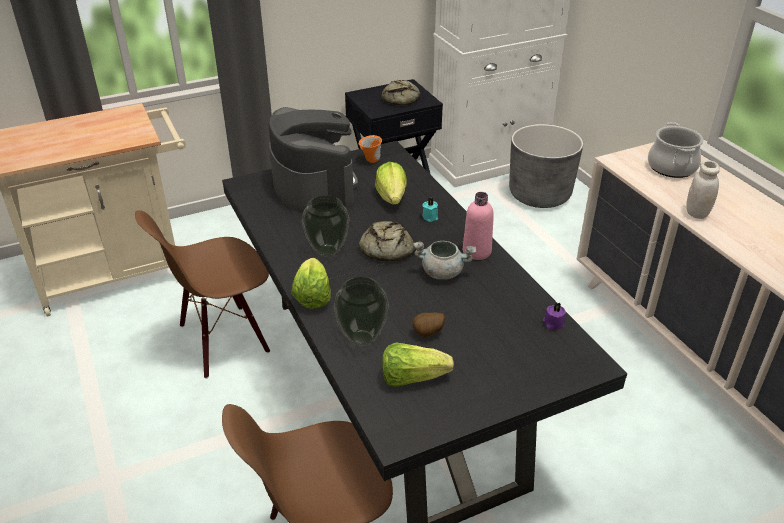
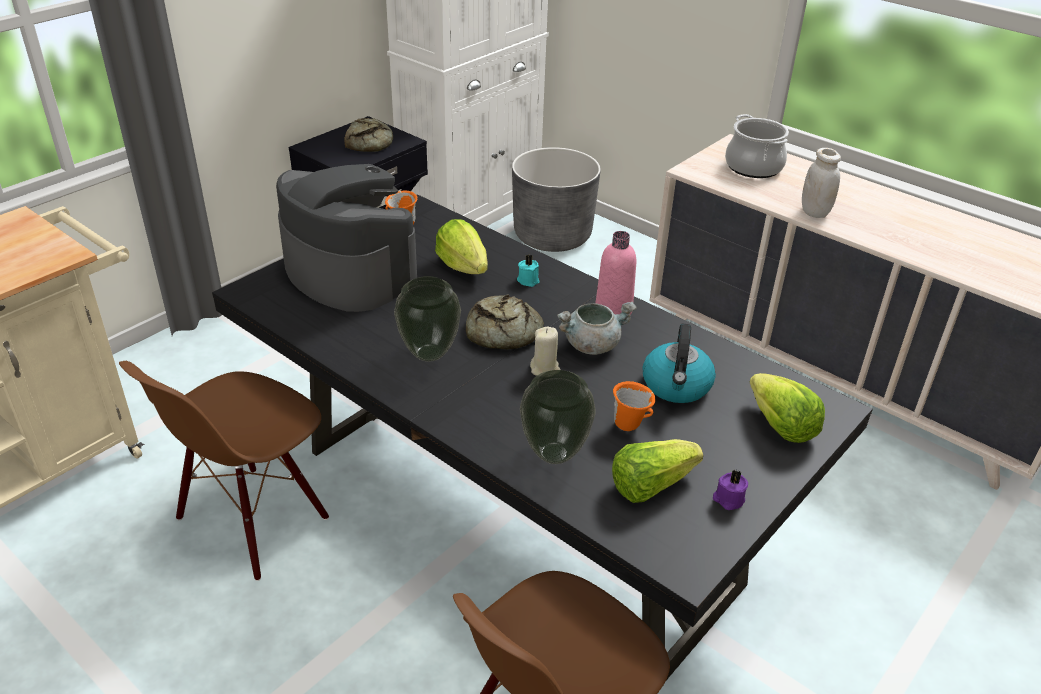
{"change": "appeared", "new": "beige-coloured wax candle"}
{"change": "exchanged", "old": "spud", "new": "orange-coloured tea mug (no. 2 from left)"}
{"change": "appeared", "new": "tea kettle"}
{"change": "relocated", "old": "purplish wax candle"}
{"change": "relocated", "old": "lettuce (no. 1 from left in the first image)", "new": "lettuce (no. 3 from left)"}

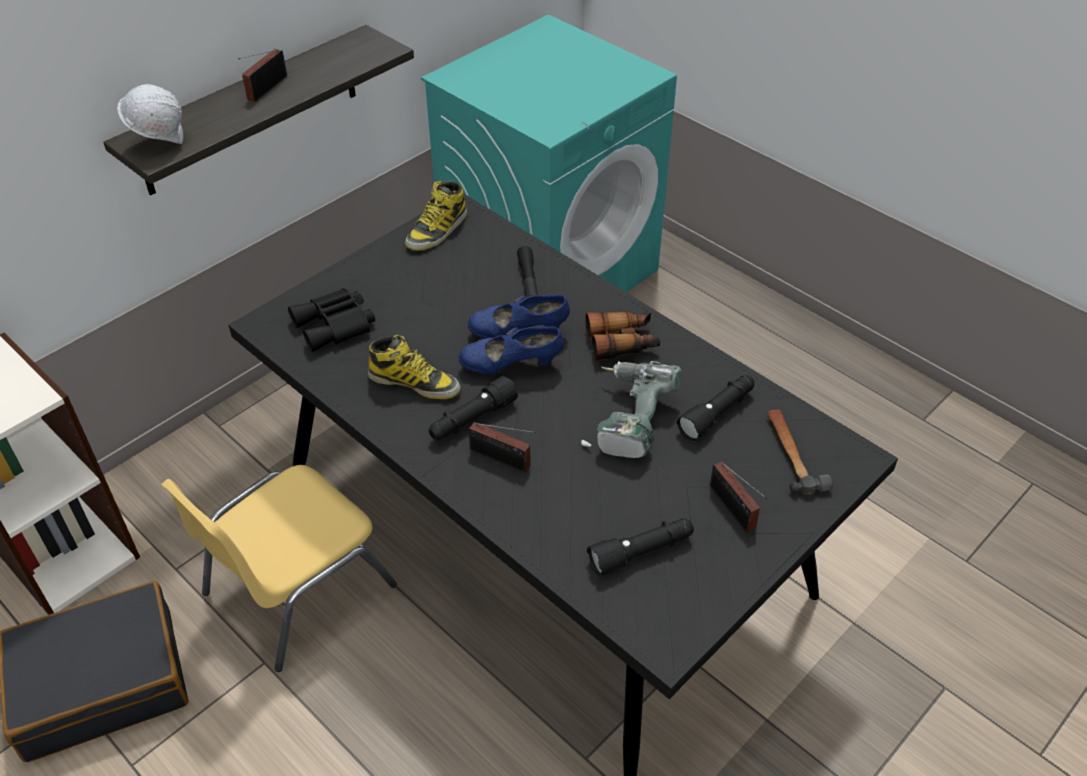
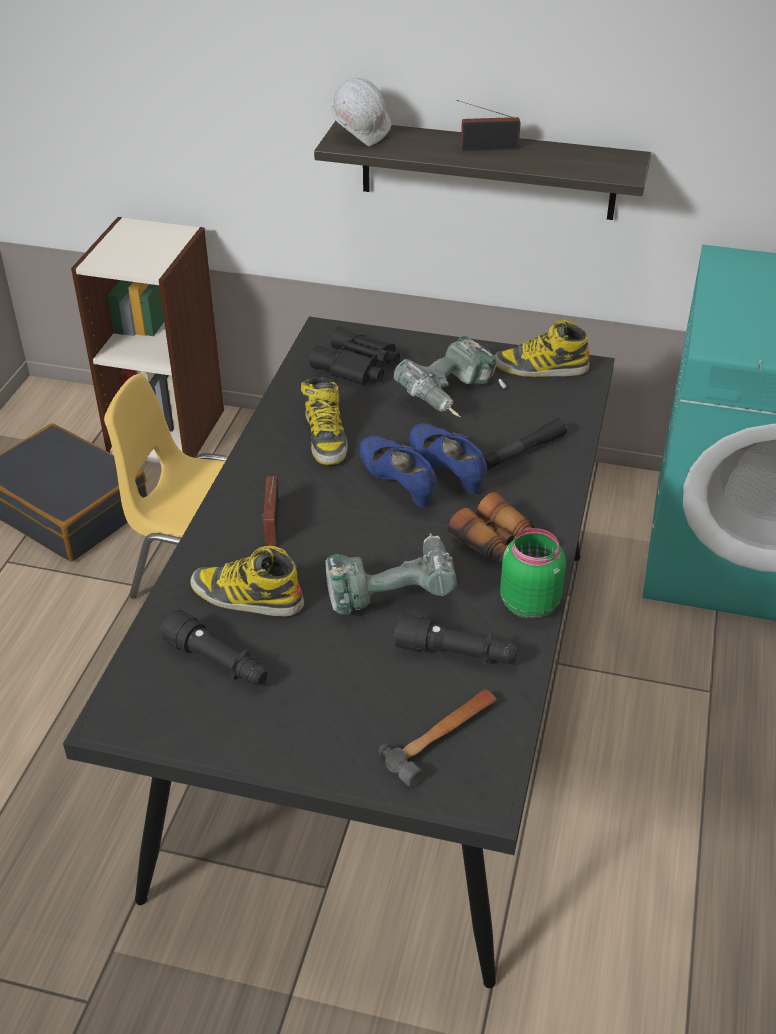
{"change": "appeared", "new": "tall boot (no. 1 from left)"}
{"change": "appeared", "new": "drill (no. 2 from left)"}
{"change": "appeared", "new": "green jar"}
{"change": "missing", "old": "blackish torch (no. 1 from left)"}
{"change": "missing", "old": "radio (no. 3 from left)"}

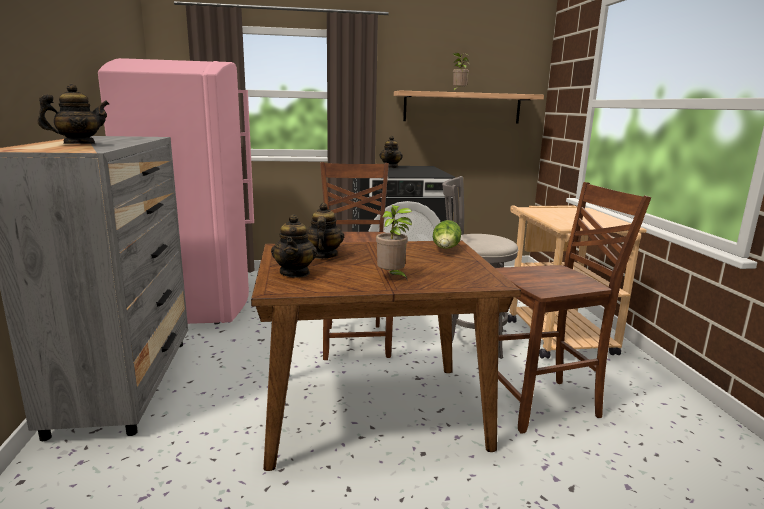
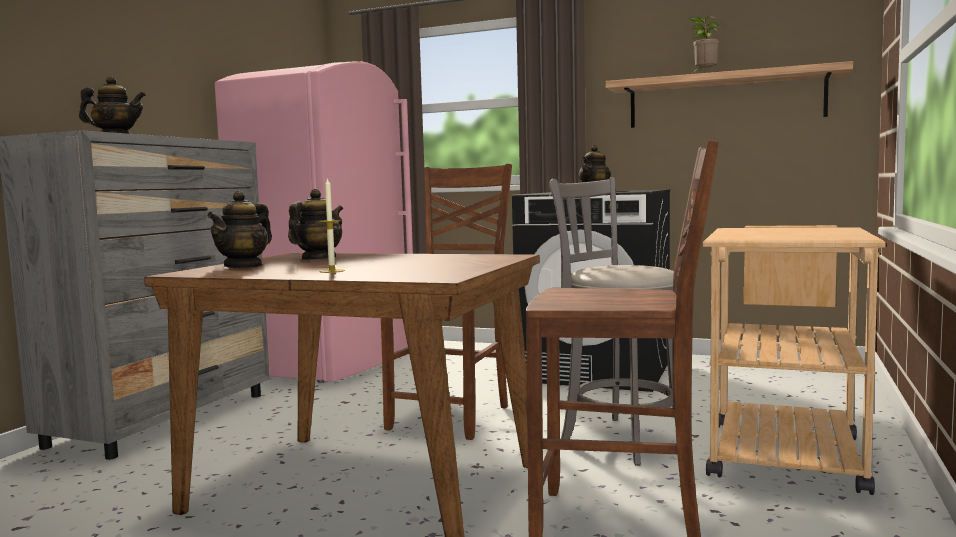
{"change": "exchanged", "old": "houseplant (no. 1 from left)", "new": "wax candle"}
{"change": "missing", "old": "lettuce"}

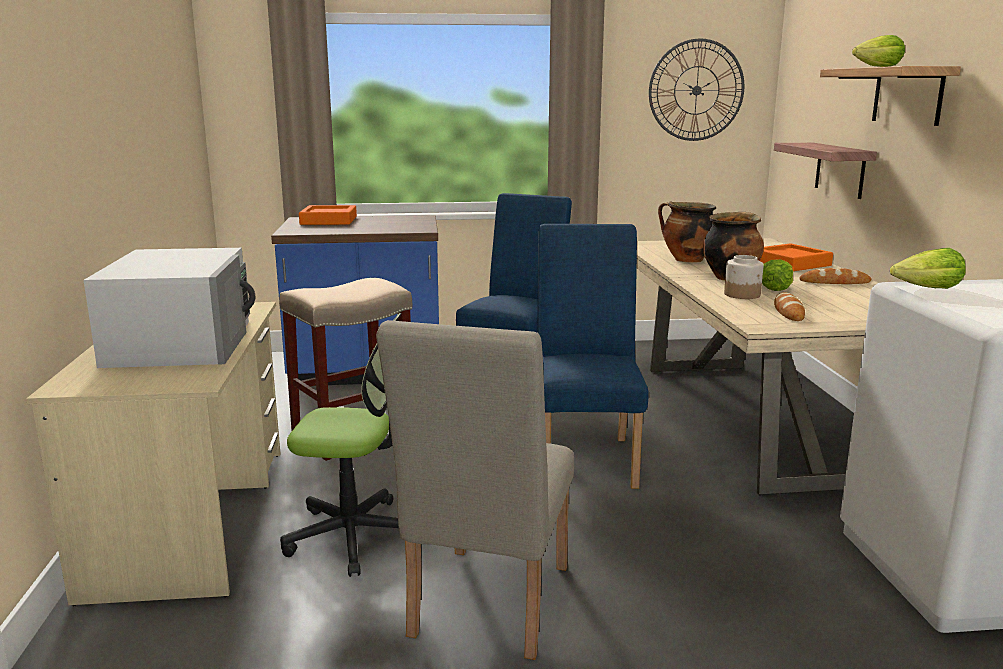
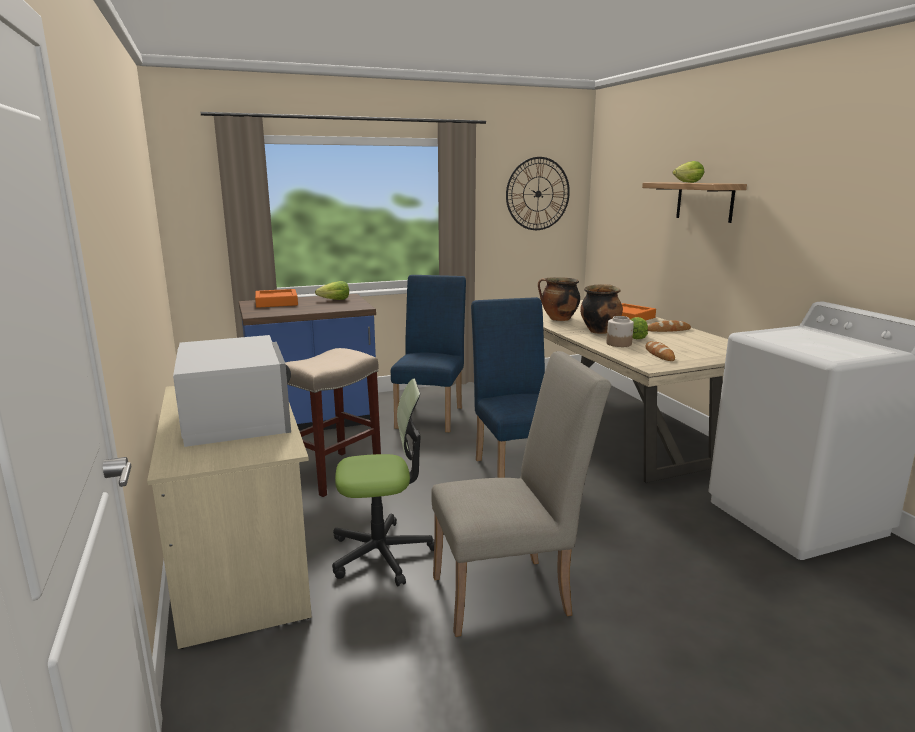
{"change": "relocated", "old": "lettuce (no. 3 from left in the first image)", "new": "lettuce (no. 1 from left)"}
{"change": "spun", "old": "beige-coloured upright chair", "degrees": -105}
{"change": "missing", "old": "shelf (no. 1 from left)"}

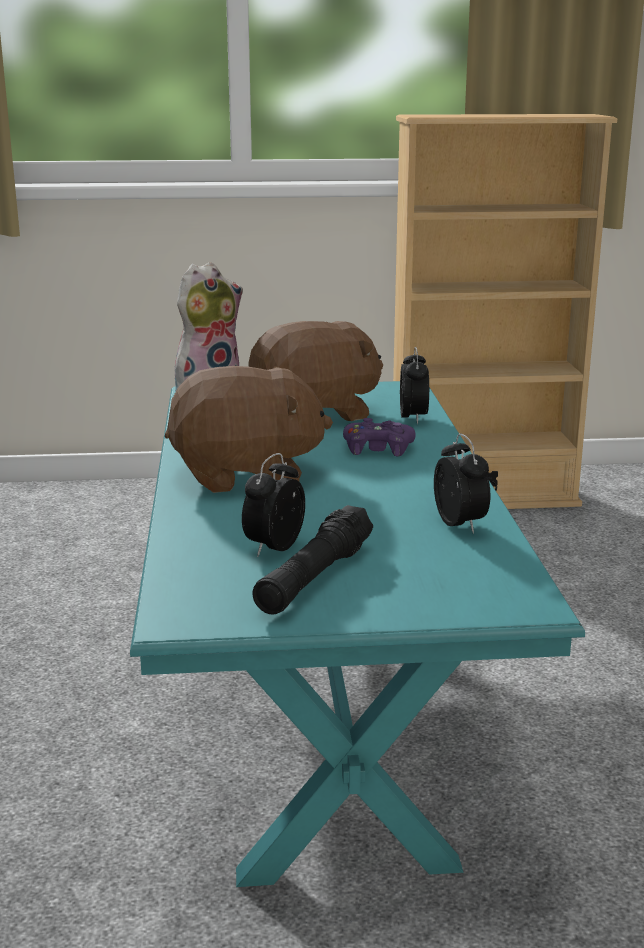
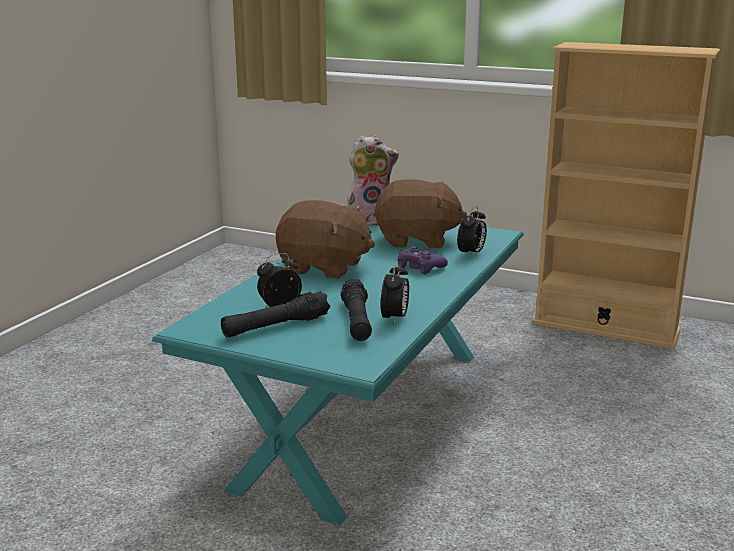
{"change": "appeared", "new": "blackish torch (no. 2 from left)"}

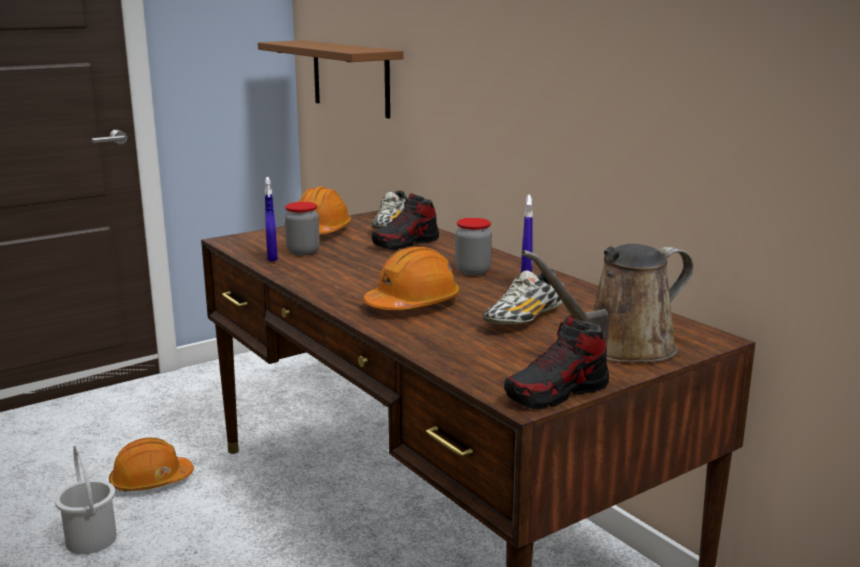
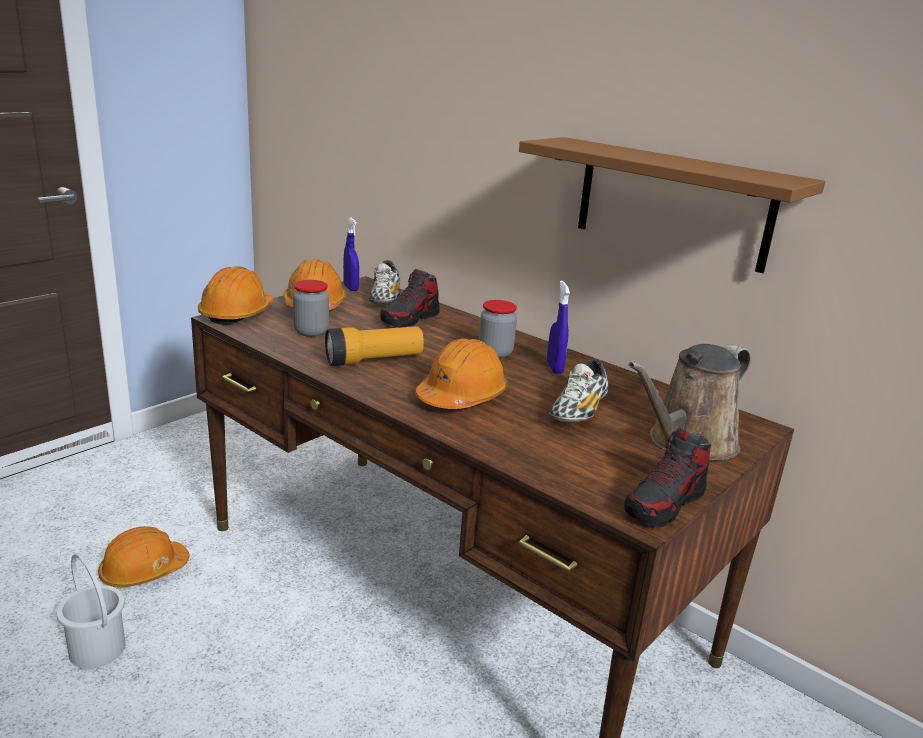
{"change": "appeared", "new": "orange-coloured work helmet (no. 2 from left)"}
{"change": "appeared", "new": "torch"}
{"change": "relocated", "old": "bluish spray bottle (no. 1 from left)"}
{"change": "relocated", "old": "brownish shelf"}

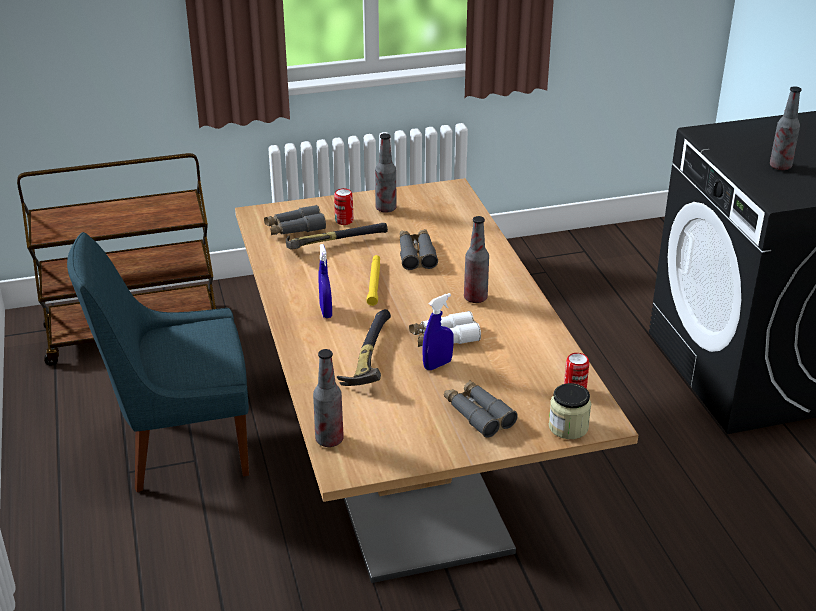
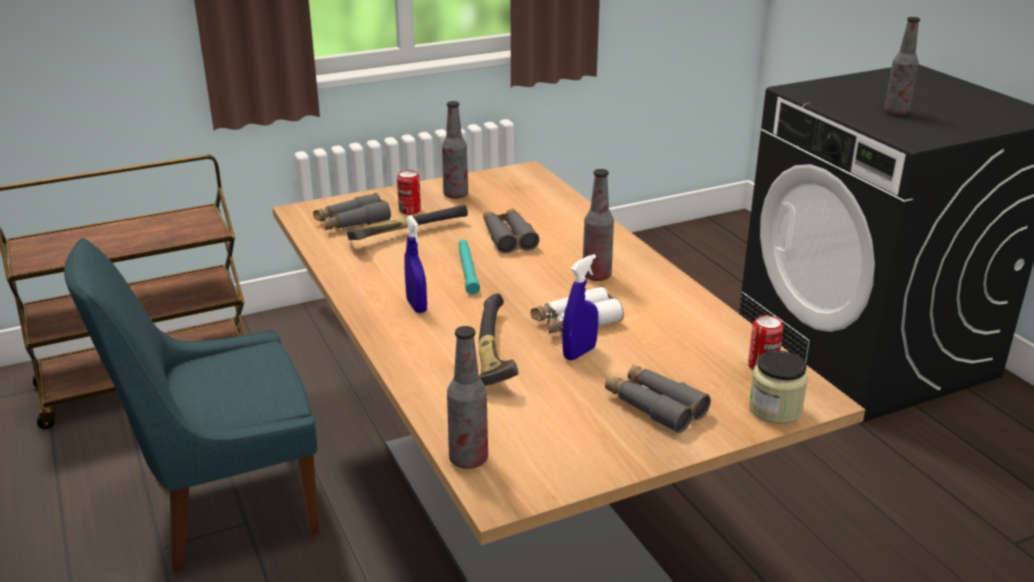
{"change": "colour", "old": "yellow torch", "new": "blue-green torch"}

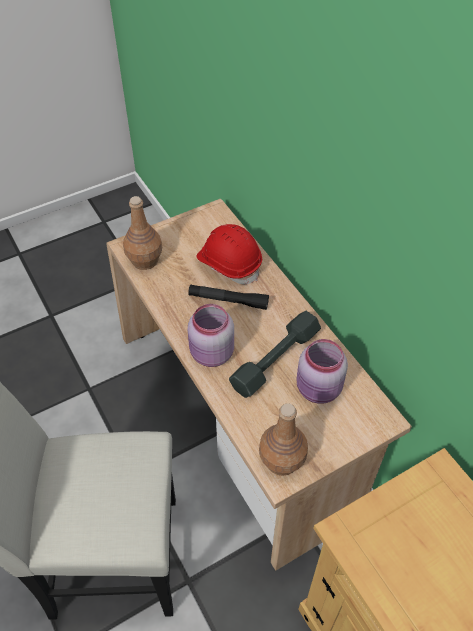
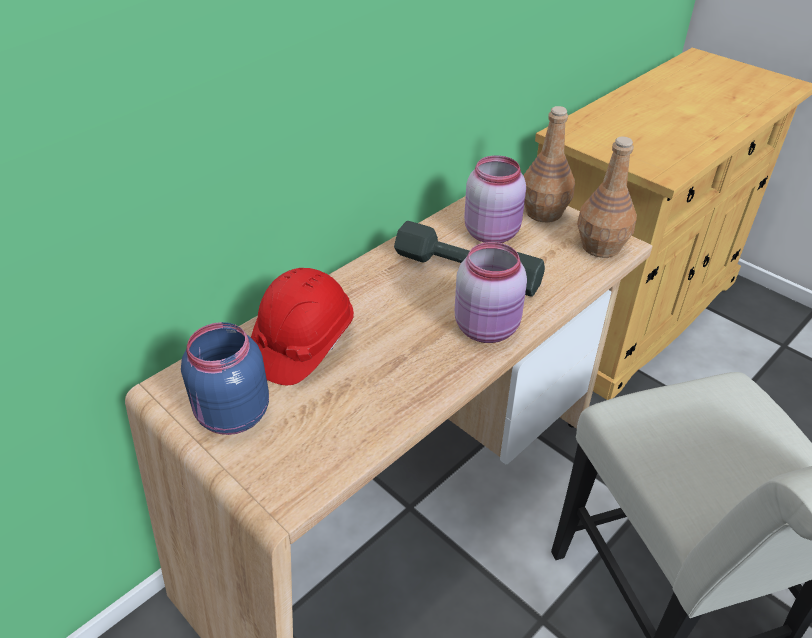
{"change": "appeared", "new": "bluish jar"}
{"change": "relocated", "old": "brownish beverage bottle (no. 1 from left)"}
{"change": "missing", "old": "blackish torch"}

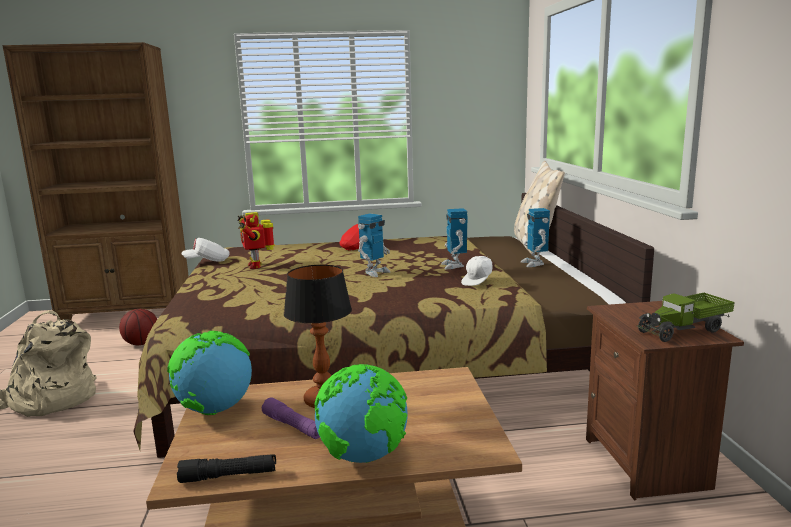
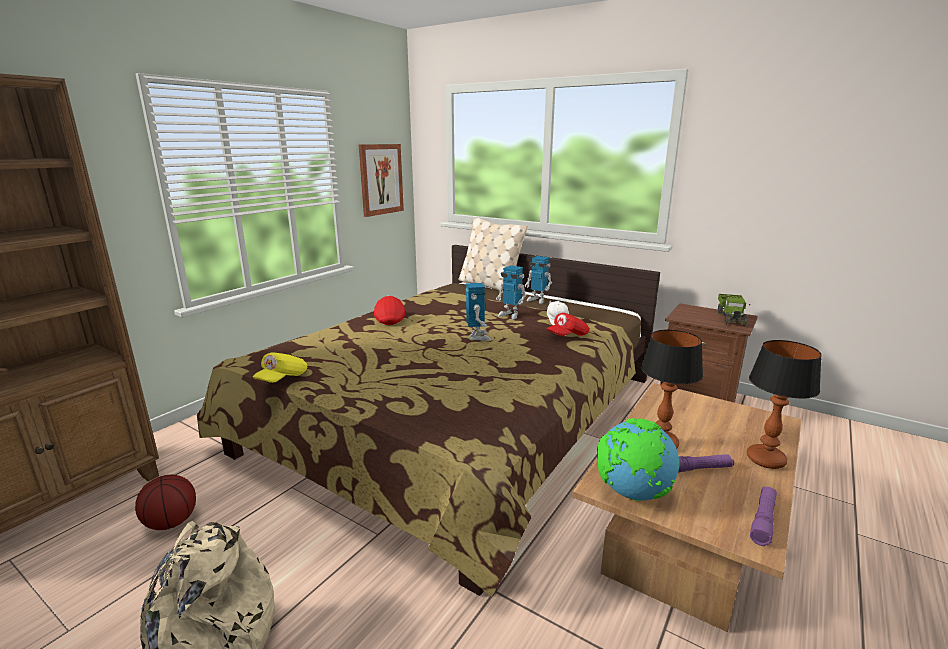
{"change": "colour", "old": "white cap (no. 1 from left)", "new": "yellow cap"}
{"change": "appeared", "new": "wall art"}
{"change": "appeared", "new": "red-coloured cap (no. 2 from left)"}
{"change": "exchanged", "old": "world globe (no. 2 from left)", "new": "lamp for a table (no. 2 from left)"}
{"change": "colour", "old": "blackish torch", "new": "purplish torch (no. 2 from left)"}
{"change": "missing", "old": "robot figure (no. 1 from left)"}

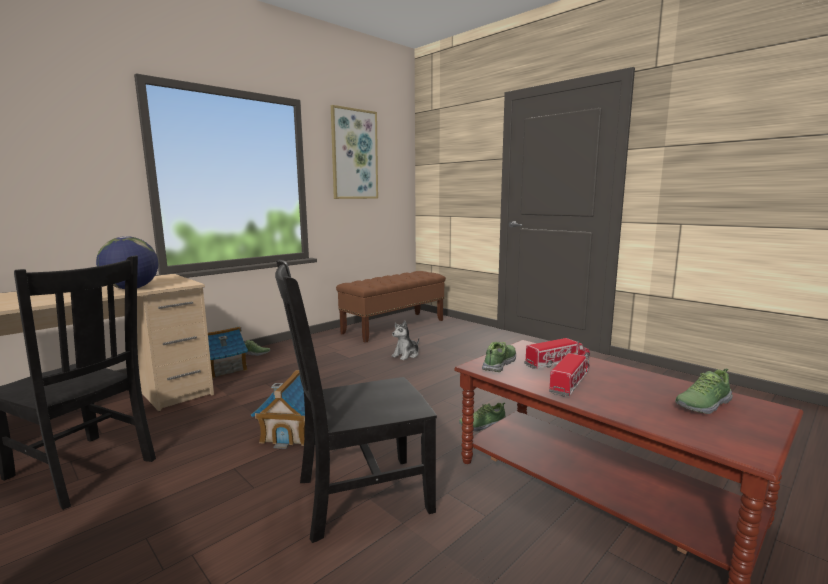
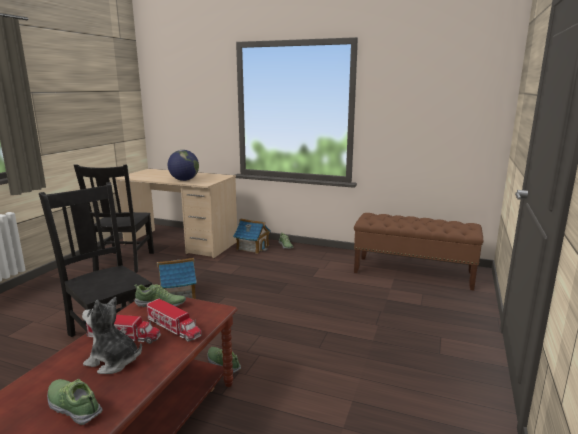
{"change": "relocated", "old": "soft toy"}
{"change": "missing", "old": "wall art"}

